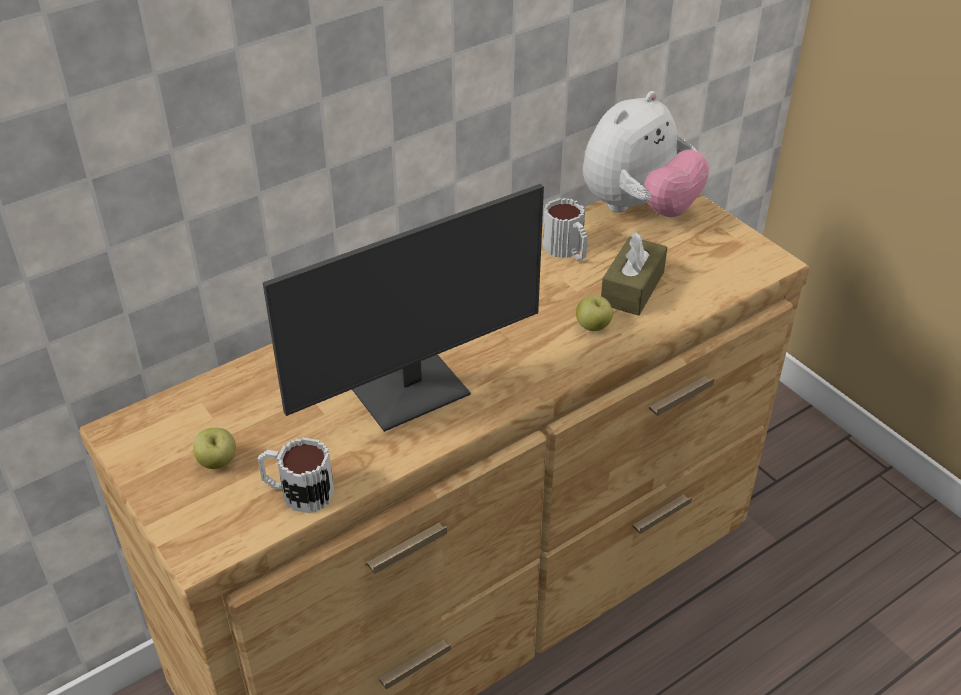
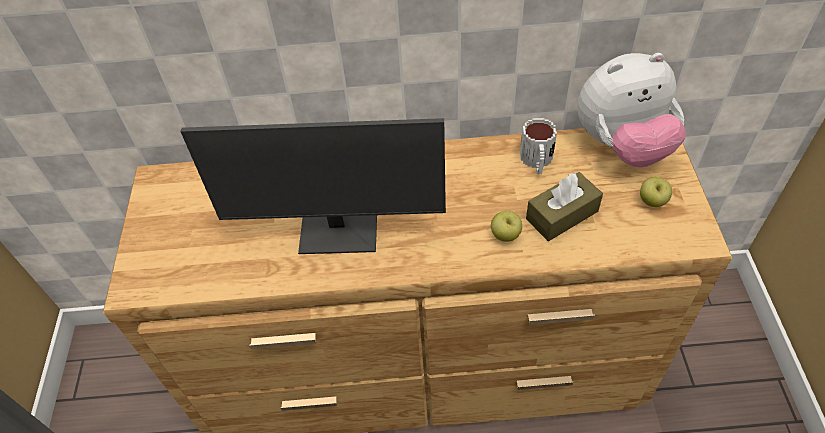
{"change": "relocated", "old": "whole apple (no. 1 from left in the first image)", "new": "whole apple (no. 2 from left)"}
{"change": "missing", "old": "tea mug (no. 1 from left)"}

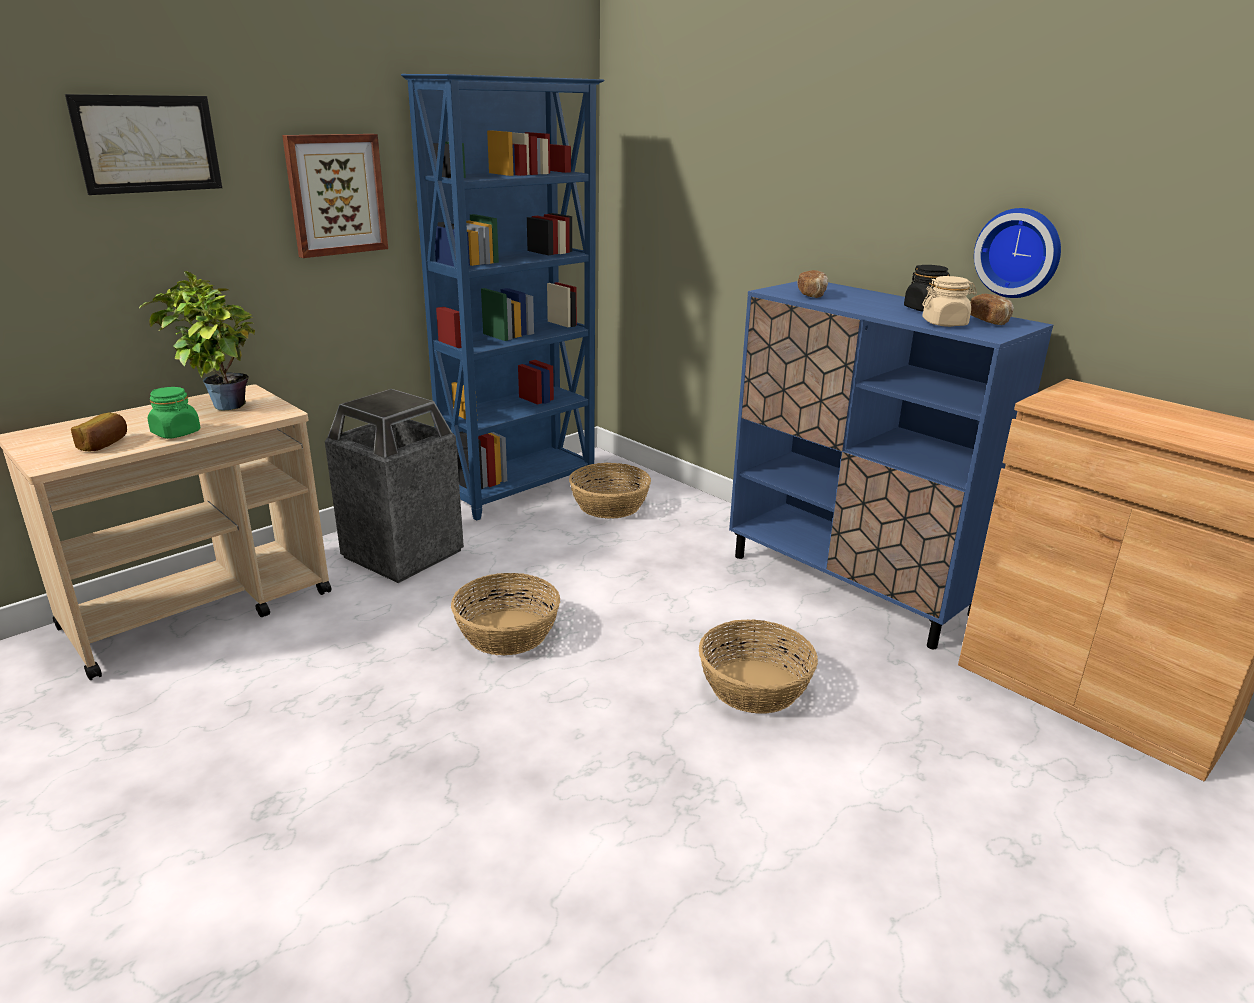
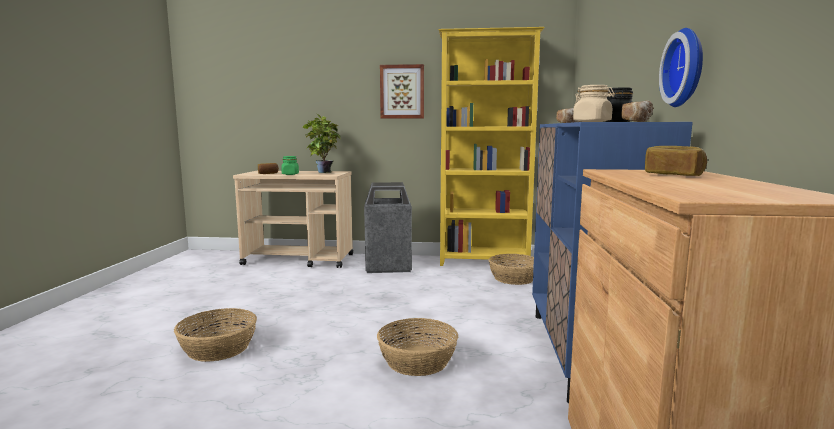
{"change": "relocated", "old": "storage basket (no. 1 from left)"}
{"change": "colour", "old": "bluish bookcase", "new": "yellow bookcase"}
{"change": "appeared", "new": "bakery bread (no. 4 from left)"}
{"change": "missing", "old": "wall art (no. 1 from left)"}

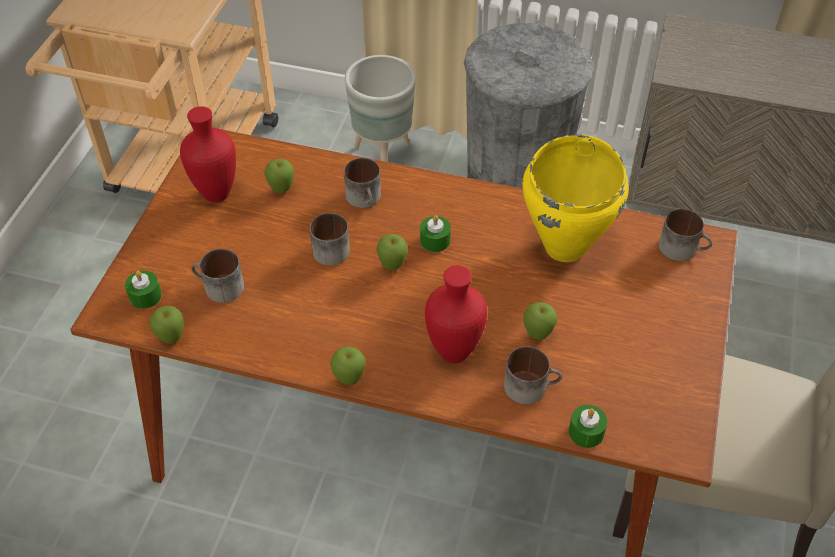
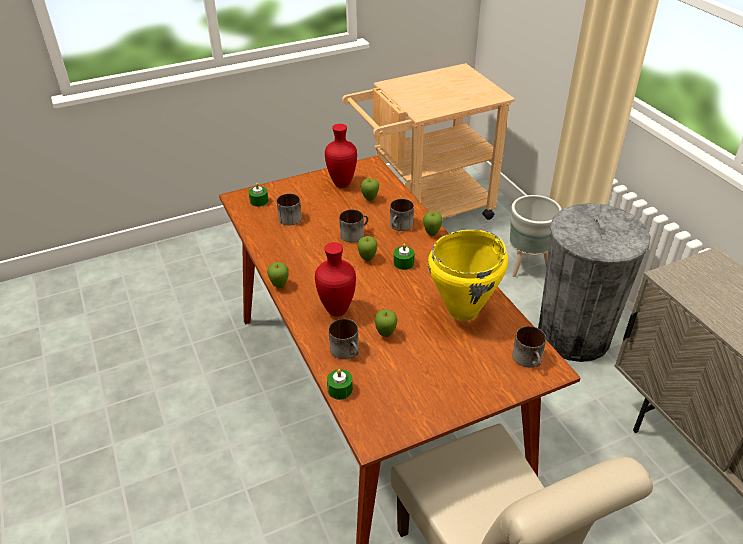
{"change": "relocated", "old": "whole apple (no. 1 from left in the first image)", "new": "whole apple (no. 5 from left)"}

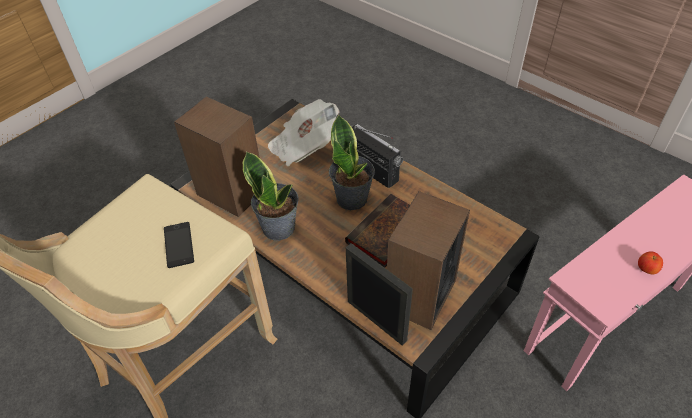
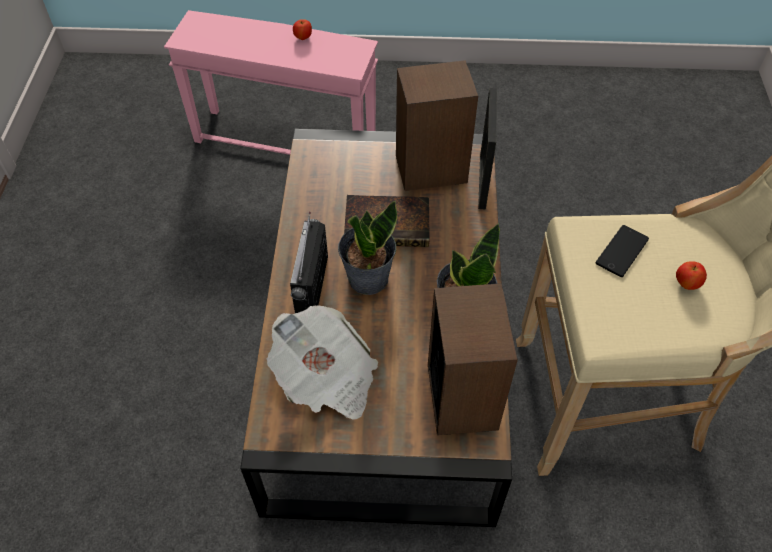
{"change": "appeared", "new": "whole apple (no. 2 from left)"}

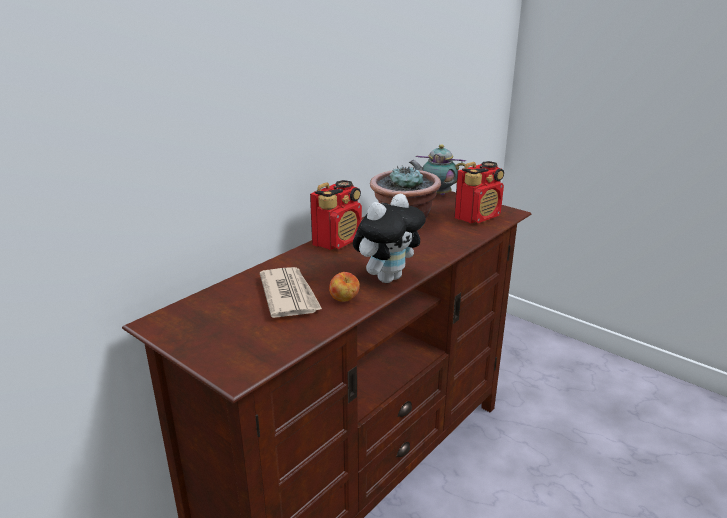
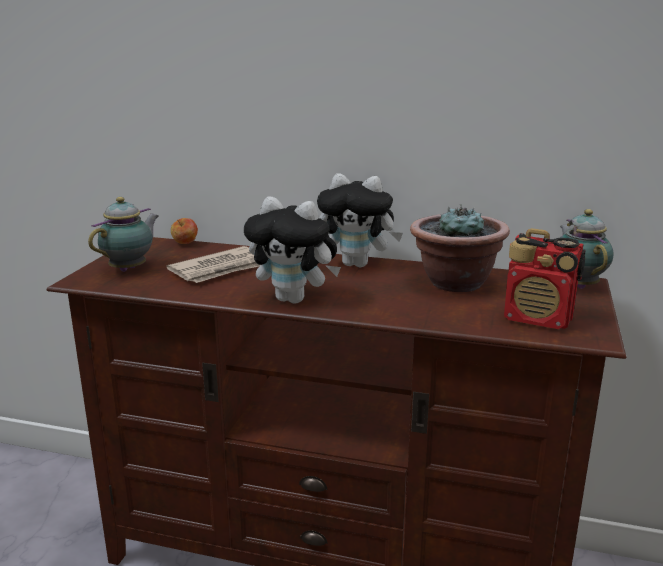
{"change": "appeared", "new": "pot for tea (no. 1 from left)"}
{"change": "relocated", "old": "whole apple"}
{"change": "exchanged", "old": "radio (no. 1 from left)", "new": "soft toy (no. 2 from left)"}

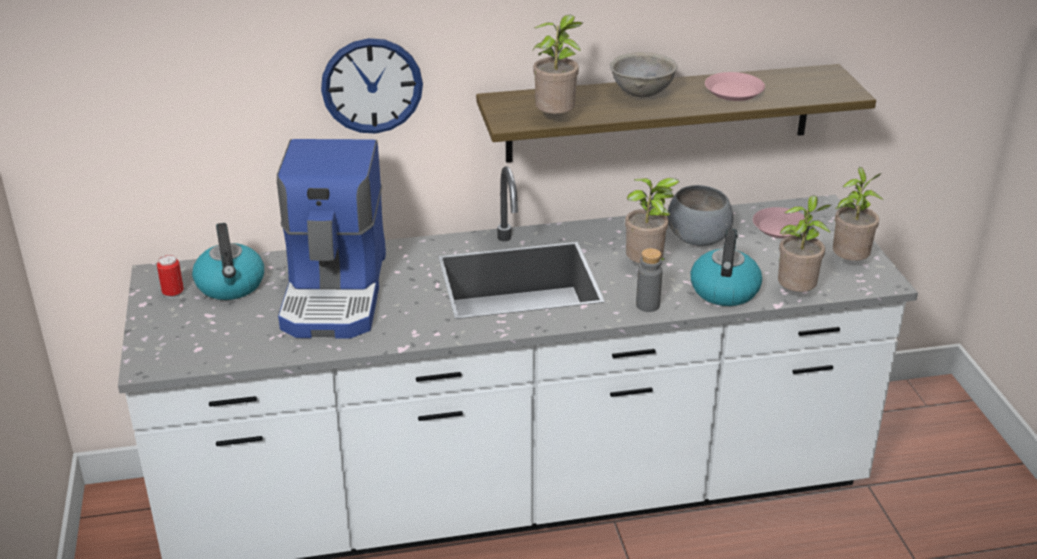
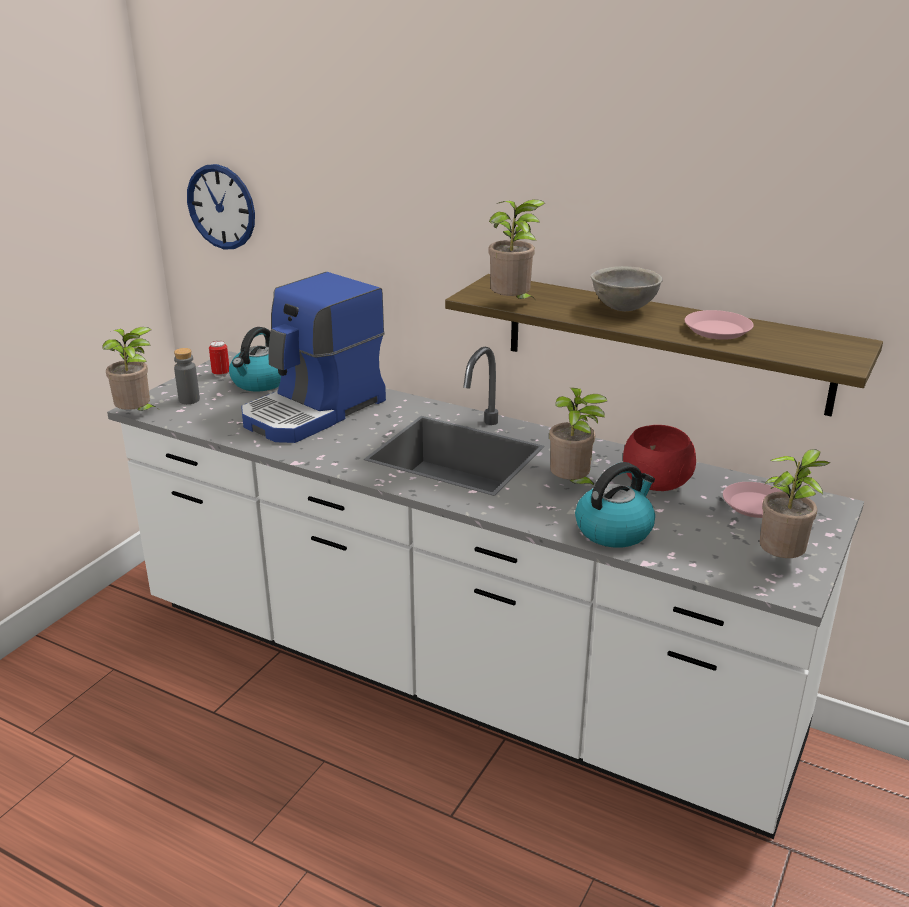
{"change": "relocated", "old": "houseplant (no. 3 from left in the first image)", "new": "houseplant (no. 1 from left)"}
{"change": "relocated", "old": "gray beverage bottle"}
{"change": "relocated", "old": "wall clock"}
{"change": "colour", "old": "gray bowl (no. 2 from left)", "new": "red-coloured bowl"}

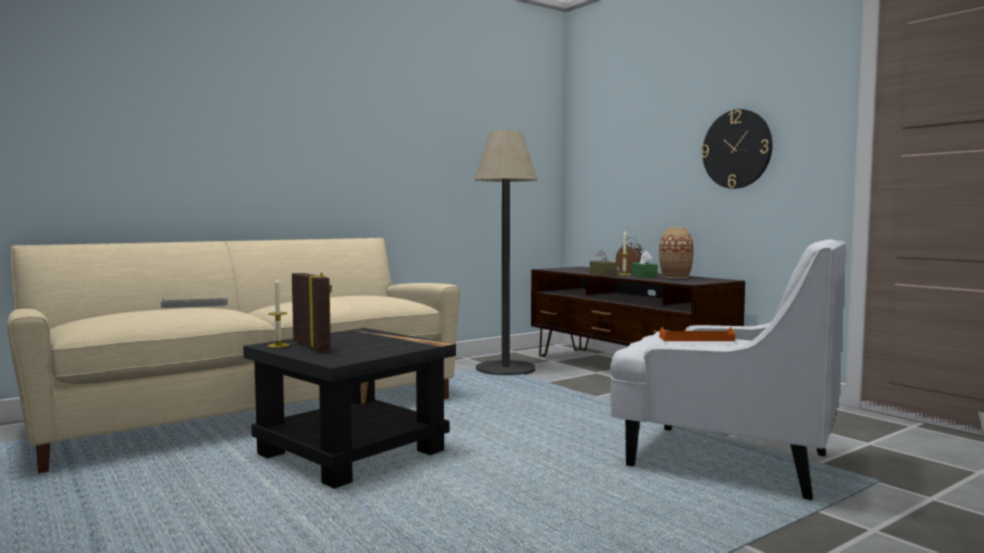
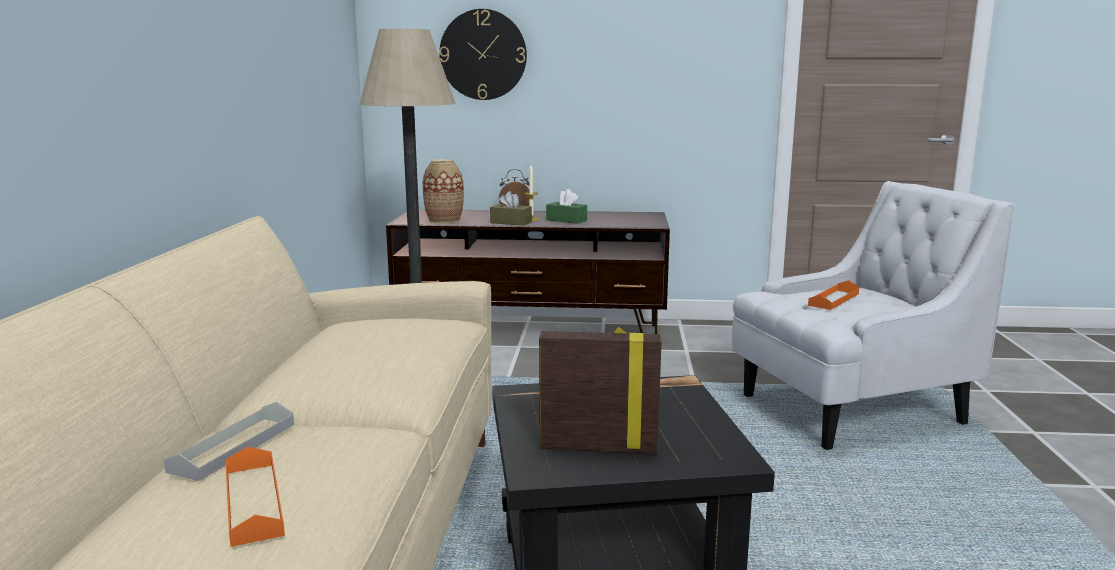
{"change": "appeared", "new": "orange-coloured carrying tray (no. 1 from left)"}
{"change": "relocated", "old": "vase"}
{"change": "relocated", "old": "wall clock"}
{"change": "missing", "old": "wax candle (no. 1 from left)"}

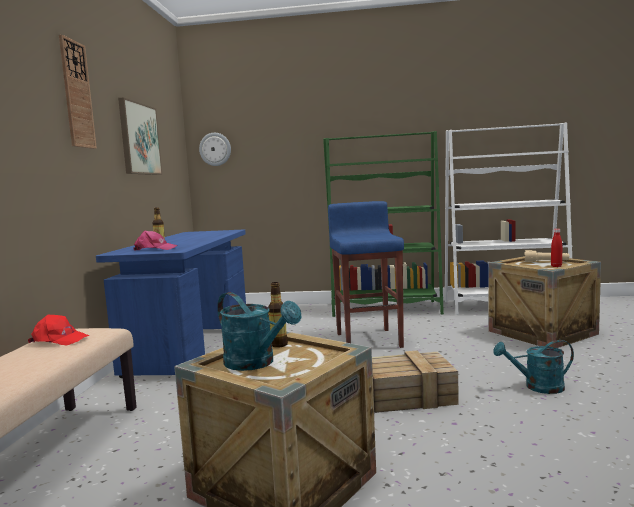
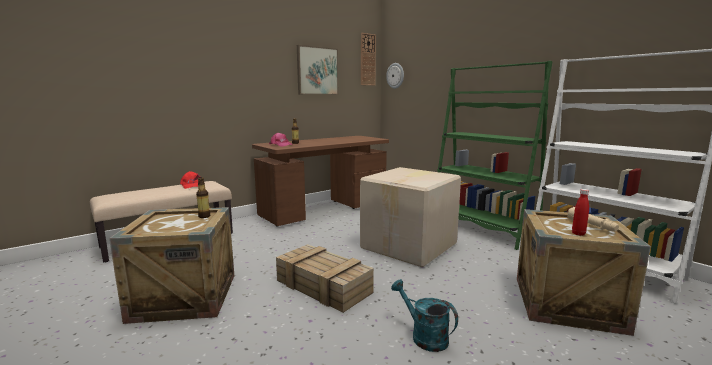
{"change": "colour", "old": "bluish desk", "new": "brownish desk"}
{"change": "exchanged", "old": "bluish stool", "new": "cardboard box"}
{"change": "relocated", "old": "wall clock (no. 1 from left)"}
{"change": "missing", "old": "blue-green watering pot (no. 1 from left)"}

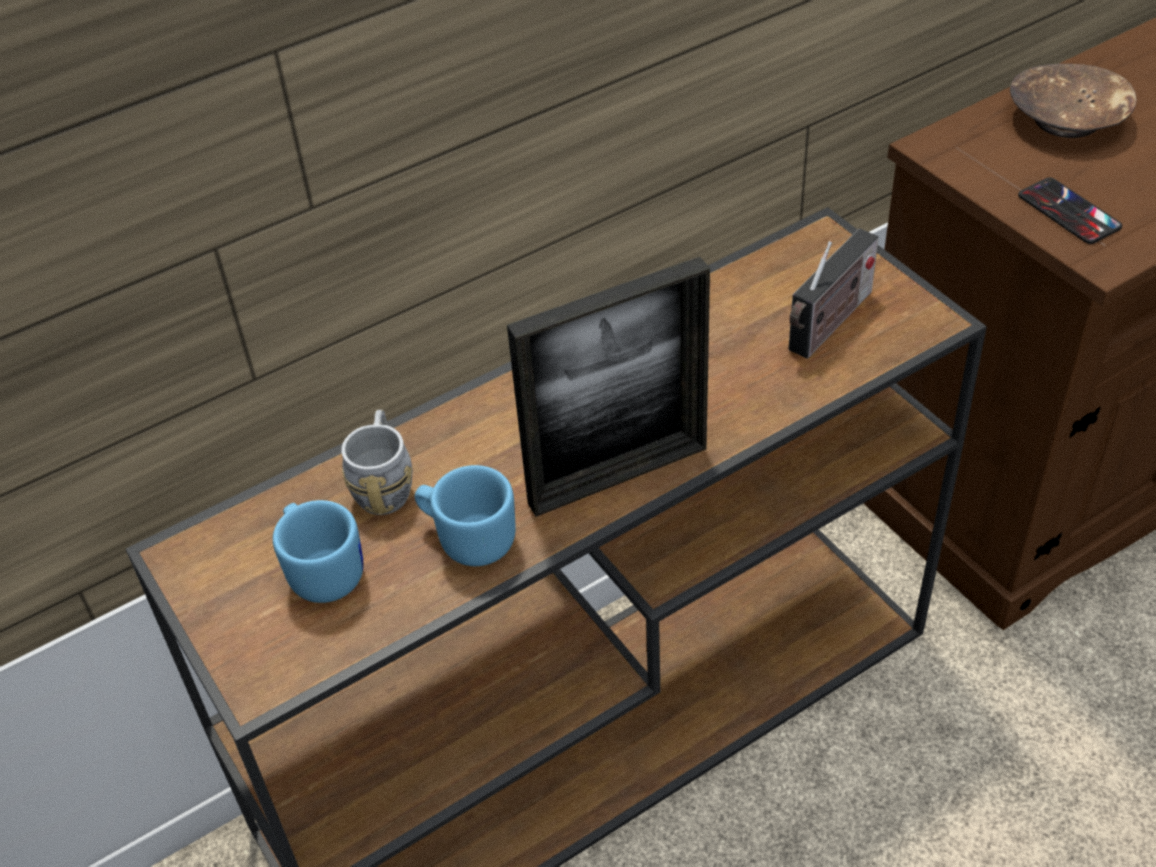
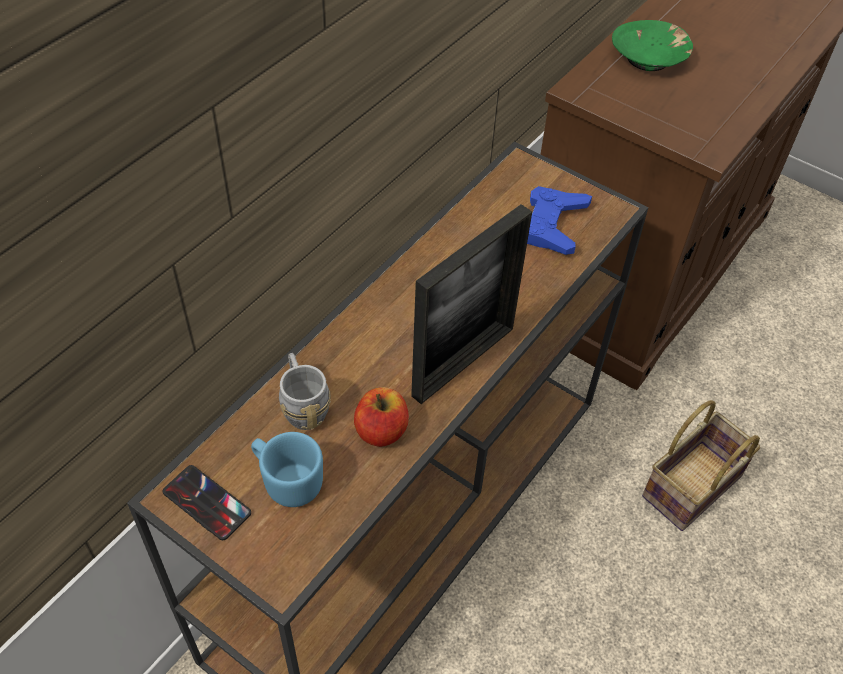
{"change": "relocated", "old": "handset"}
{"change": "exchanged", "old": "bluish tea mug (no. 2 from left)", "new": "whole apple"}
{"change": "exchanged", "old": "radio", "new": "bluish gamepad"}
{"change": "colour", "old": "brownish bowl", "new": "green bowl"}
{"change": "appeared", "new": "storage basket"}

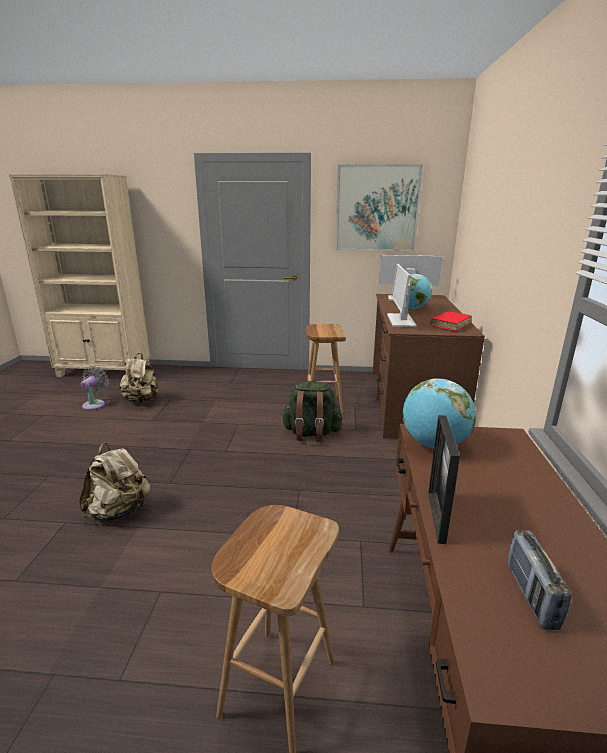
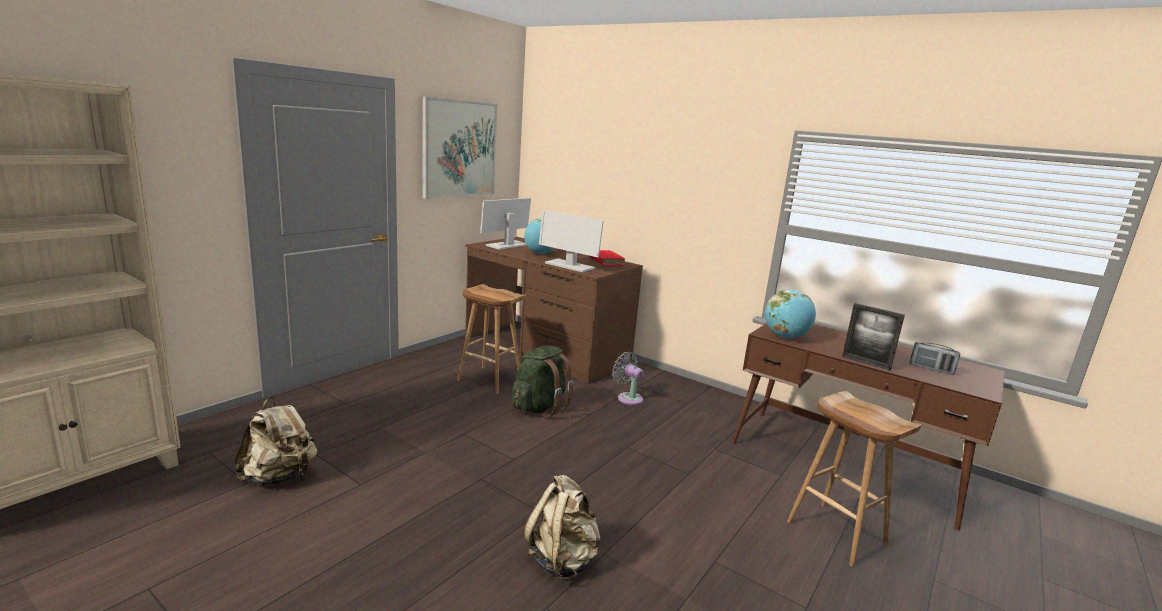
{"change": "relocated", "old": "gray electric fan"}

